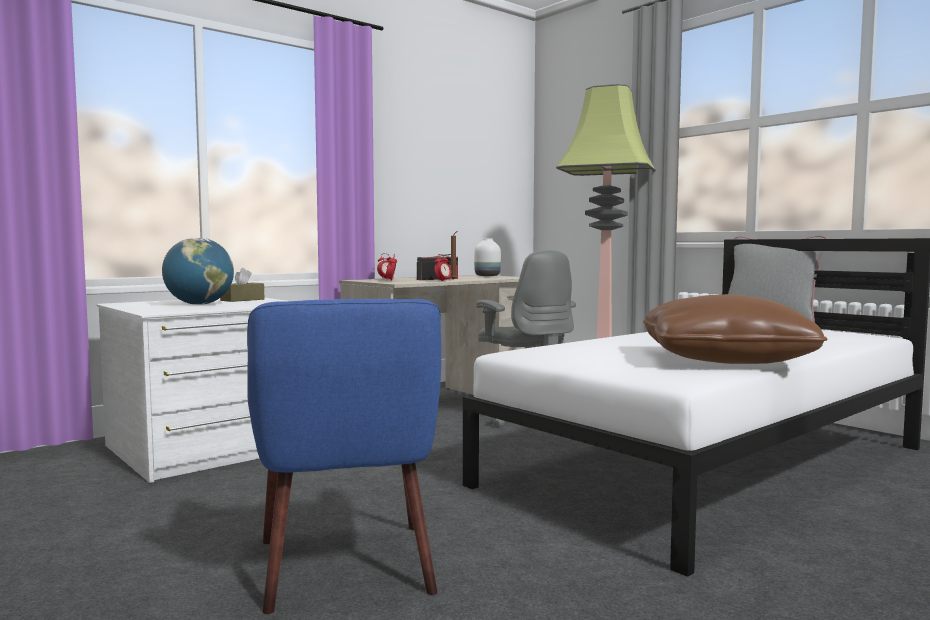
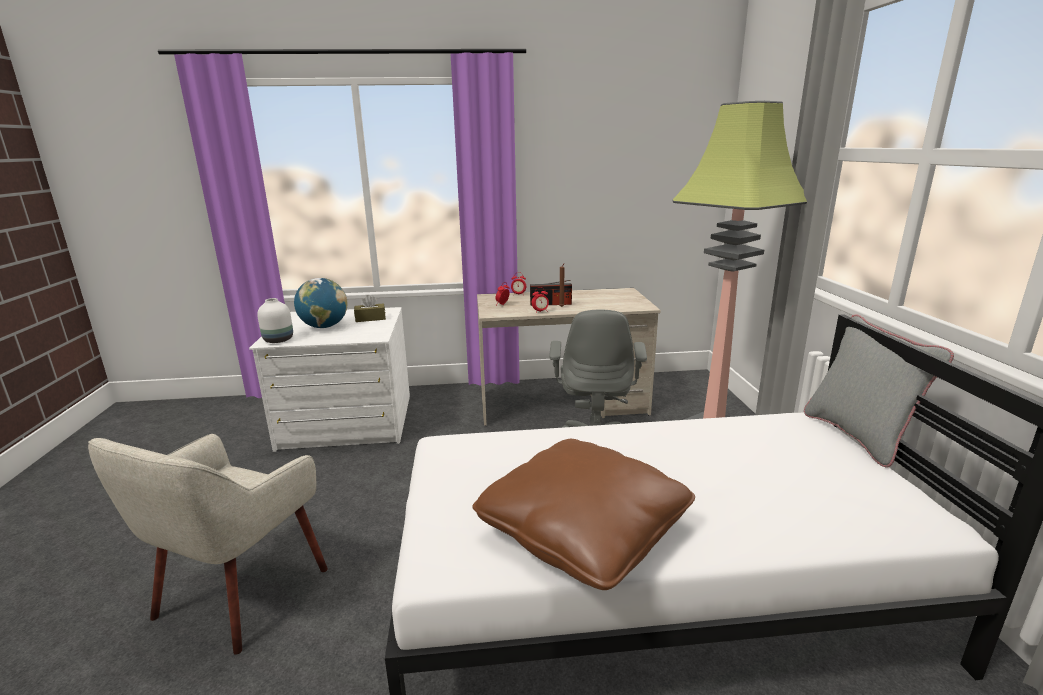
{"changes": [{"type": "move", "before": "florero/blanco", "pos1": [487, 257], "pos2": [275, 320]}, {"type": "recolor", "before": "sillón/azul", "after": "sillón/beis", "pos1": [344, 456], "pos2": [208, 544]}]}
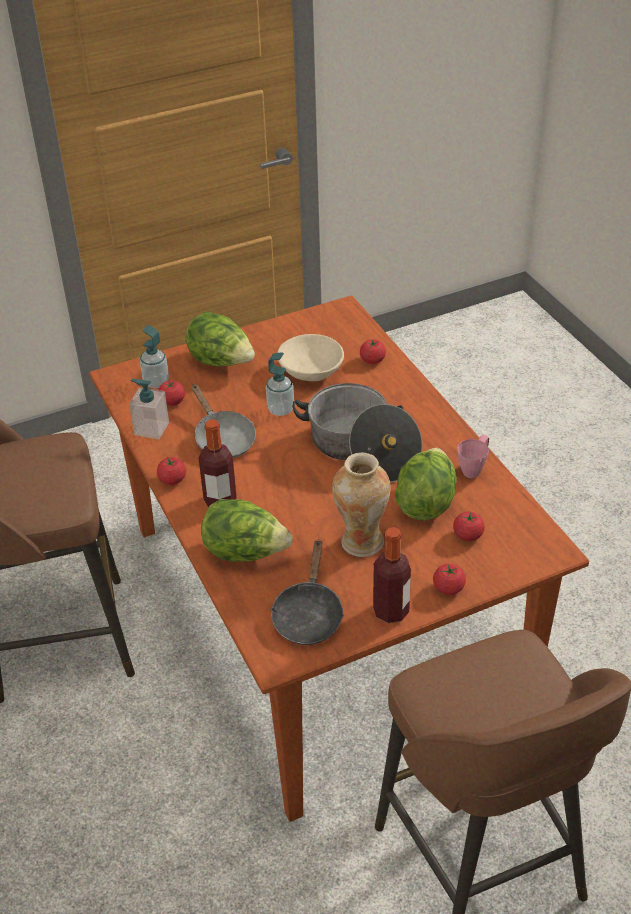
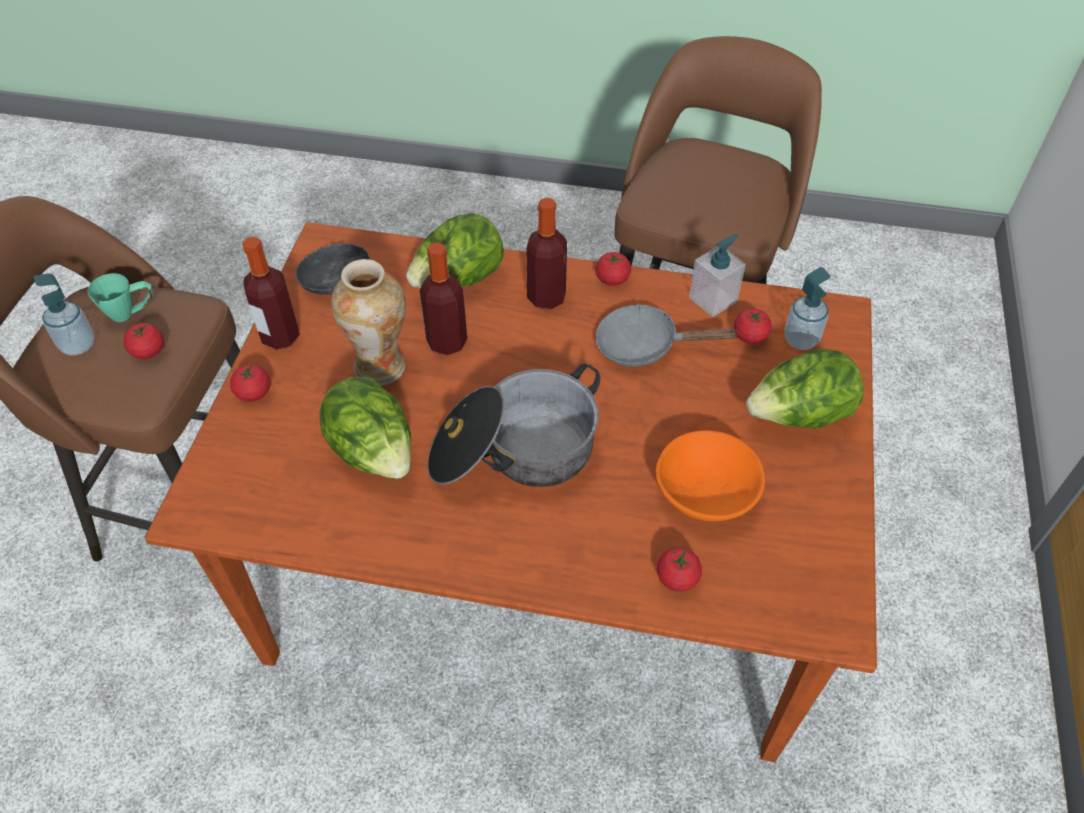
{"changes": [{"type": "delete", "before": "taza grande/rosa", "pos1": [473, 456]}, {"type": "insert", "after": "taza grande/verde", "pos2": [120, 297]}, {"type": "insert", "after": "botella", "pos2": [443, 299]}, {"type": "move", "before": "dispensador de jabón", "pos1": [280, 384], "pos2": [63, 314]}, {"type": "move", "before": "tomate", "pos1": [469, 526], "pos2": [144, 340]}, {"type": "recolor", "before": "cuenco/beis", "after": "cuenco/naranja", "pos1": [310, 357], "pos2": [710, 476]}]}
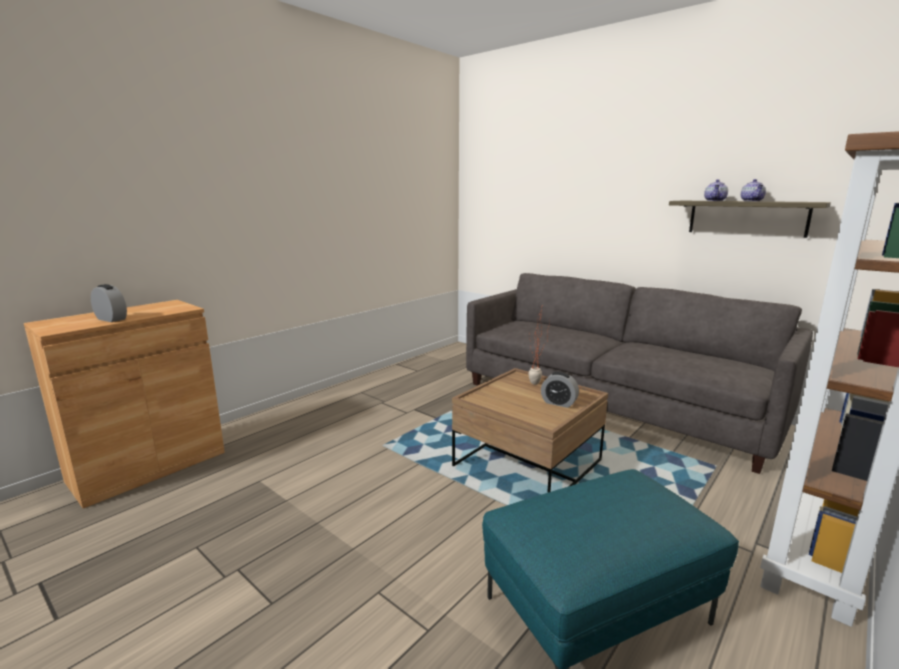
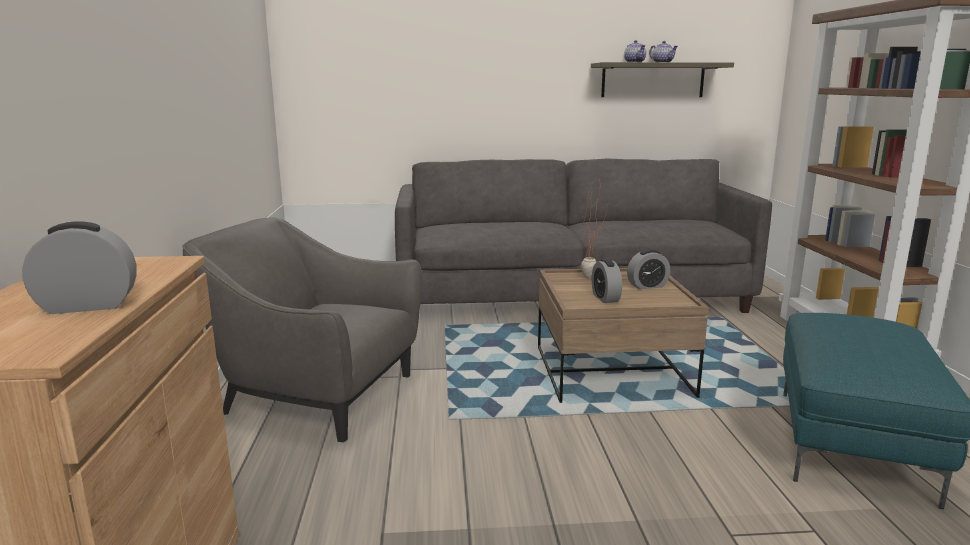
{"changes": [{"type": "insert", "after": "sillón/gris", "pos2": [302, 329]}, {"type": "insert", "after": "despertador", "pos2": [607, 281]}]}
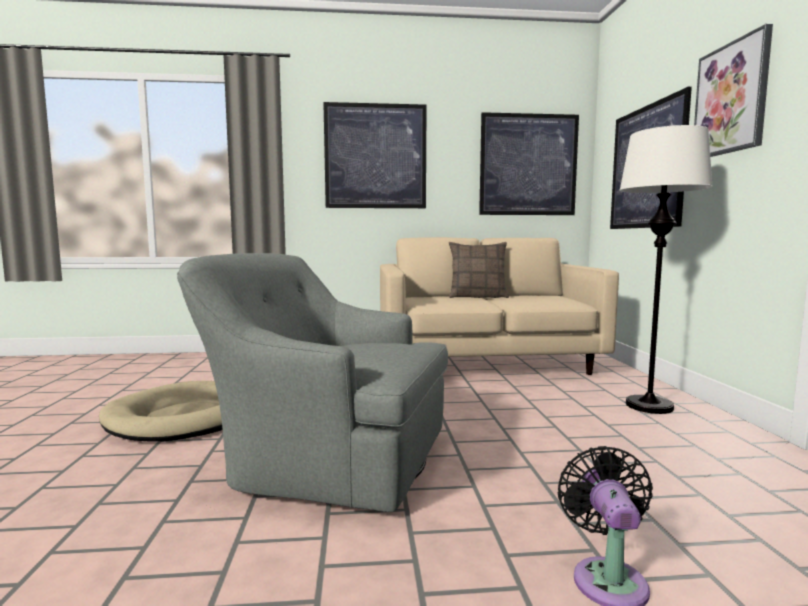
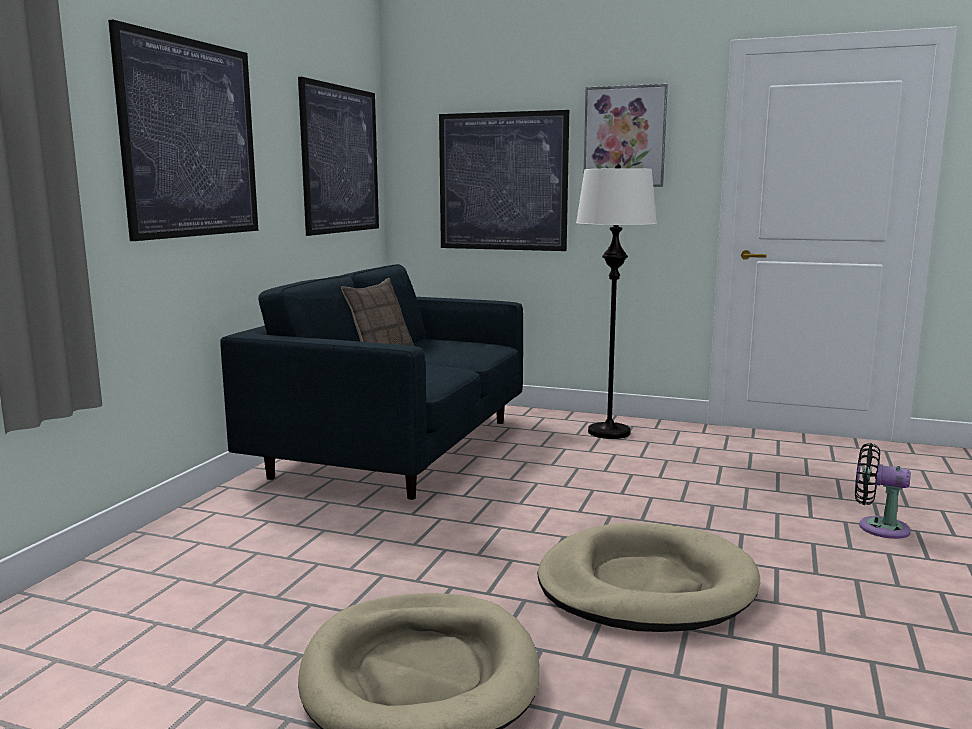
{"changes": [{"type": "replace", "before": "sillón/gris", "after": "cama para perro/beis", "pos1": [312, 382], "pos2": [648, 577]}, {"type": "recolor", "before": "sofá/beis", "after": "sofá/azul", "pos1": [499, 306], "pos2": [371, 382]}]}
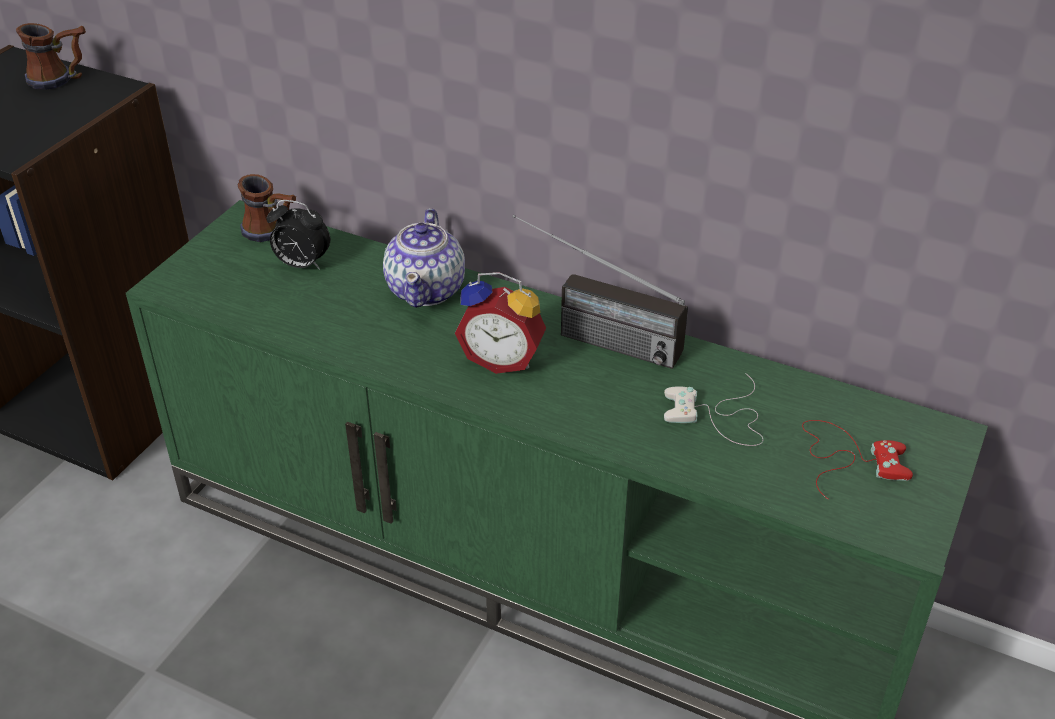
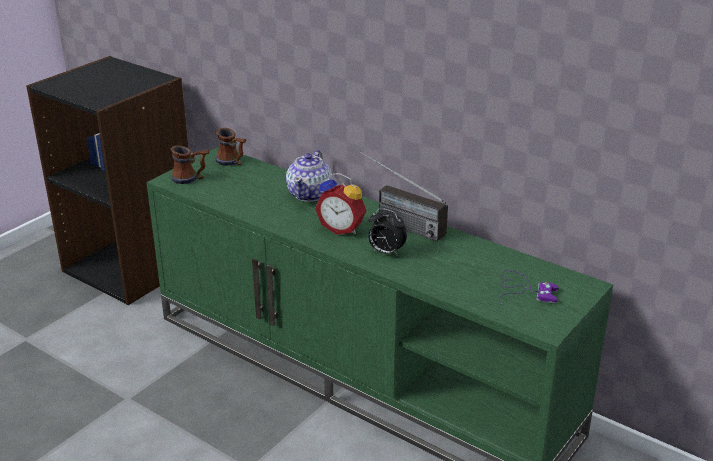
{"changes": [{"type": "delete", "before": "mando de consola/blanco", "pos1": [713, 409]}, {"type": "move", "before": "taza grande", "pos1": [51, 56], "pos2": [190, 164]}, {"type": "move", "before": "despertador", "pos1": [298, 235], "pos2": [387, 232]}, {"type": "recolor", "before": "mando de consola/rojo", "after": "mando de consola/morado", "pos1": [857, 459], "pos2": [529, 288]}]}
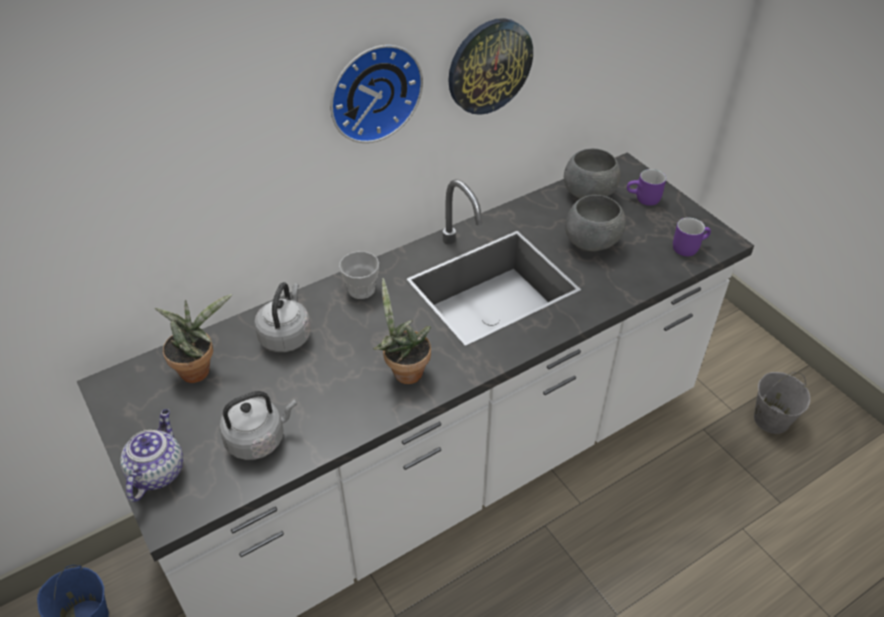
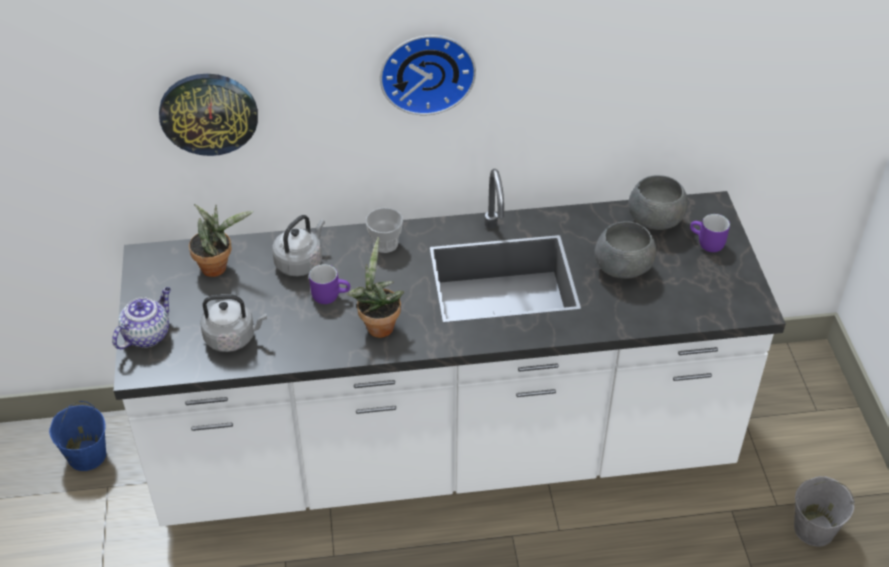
{"changes": [{"type": "move", "before": "reloj de pared", "pos1": [490, 66], "pos2": [208, 115]}, {"type": "move", "before": "taza grande/morado", "pos1": [692, 236], "pos2": [329, 284]}]}
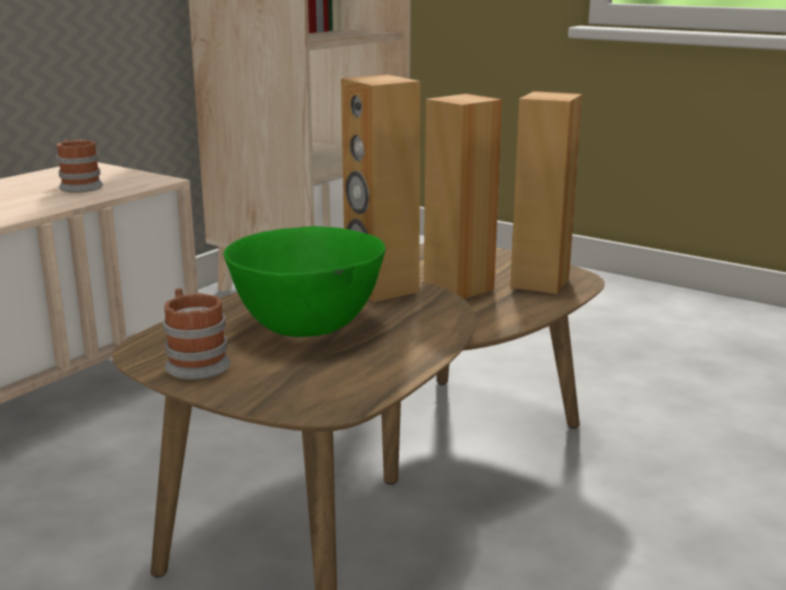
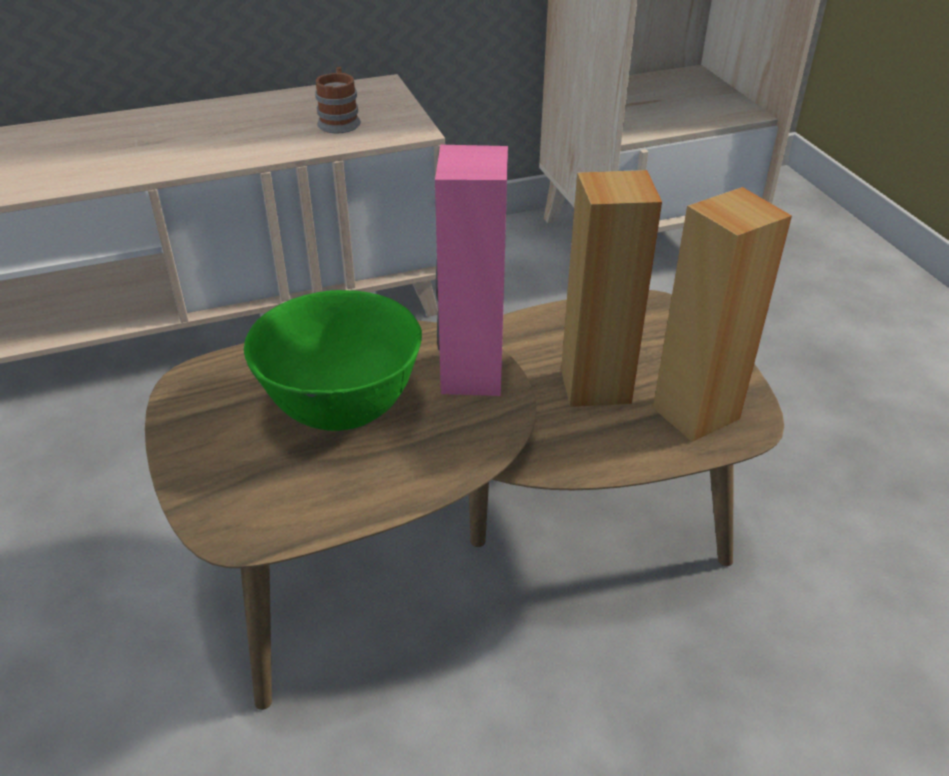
{"changes": [{"type": "delete", "before": "taza grande", "pos1": [197, 334]}, {"type": "recolor", "before": "altavoz/marrón", "after": "altavoz/rosa", "pos1": [380, 188], "pos2": [471, 270]}]}
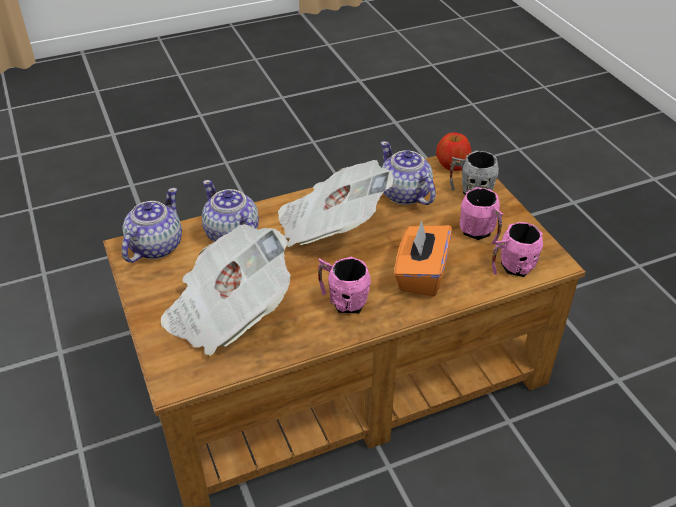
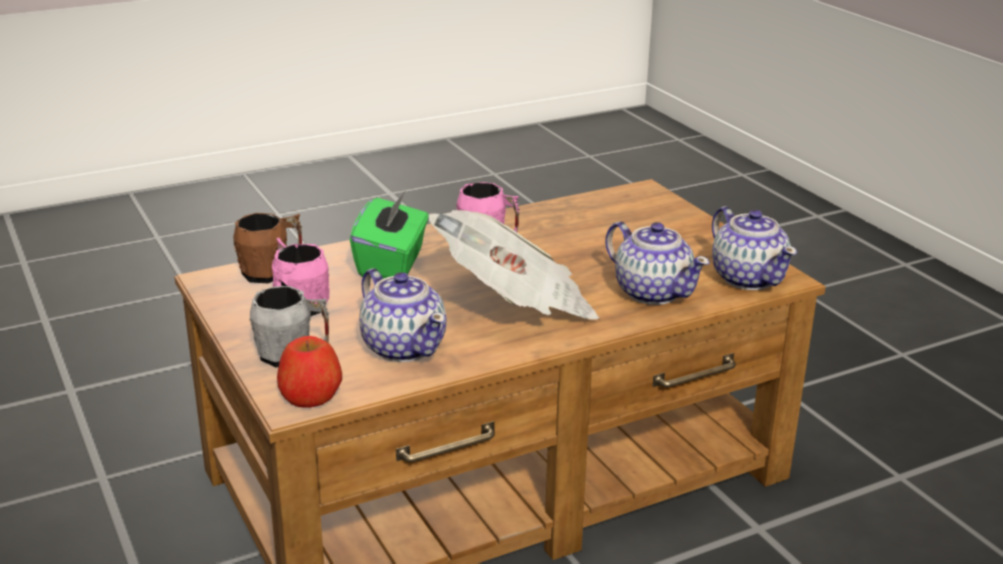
{"changes": [{"type": "delete", "before": "periódico", "pos1": [226, 290]}, {"type": "recolor", "before": "caja de pañuelos/naranja", "after": "caja de pañuelos/verde", "pos1": [423, 258], "pos2": [389, 234]}, {"type": "recolor", "before": "taza grande/rosa", "after": "taza grande/marrón", "pos1": [517, 249], "pos2": [267, 248]}, {"type": "rotate", "before": "tetera", "pos1": [152, 225], "pos2": [754, 248], "turn": -45}]}
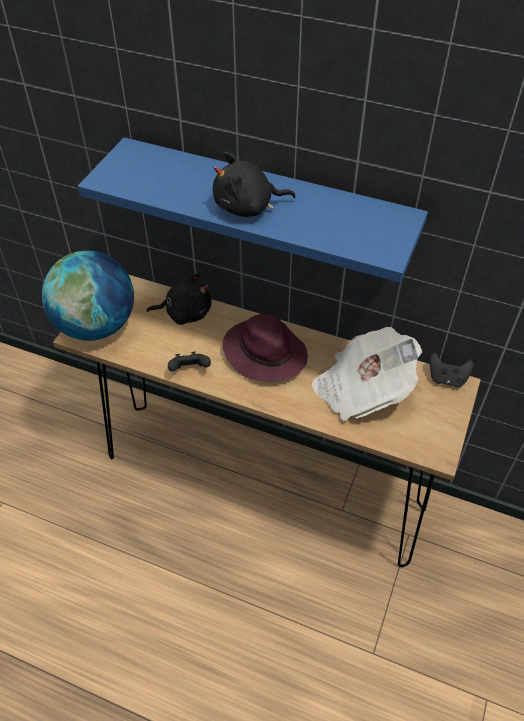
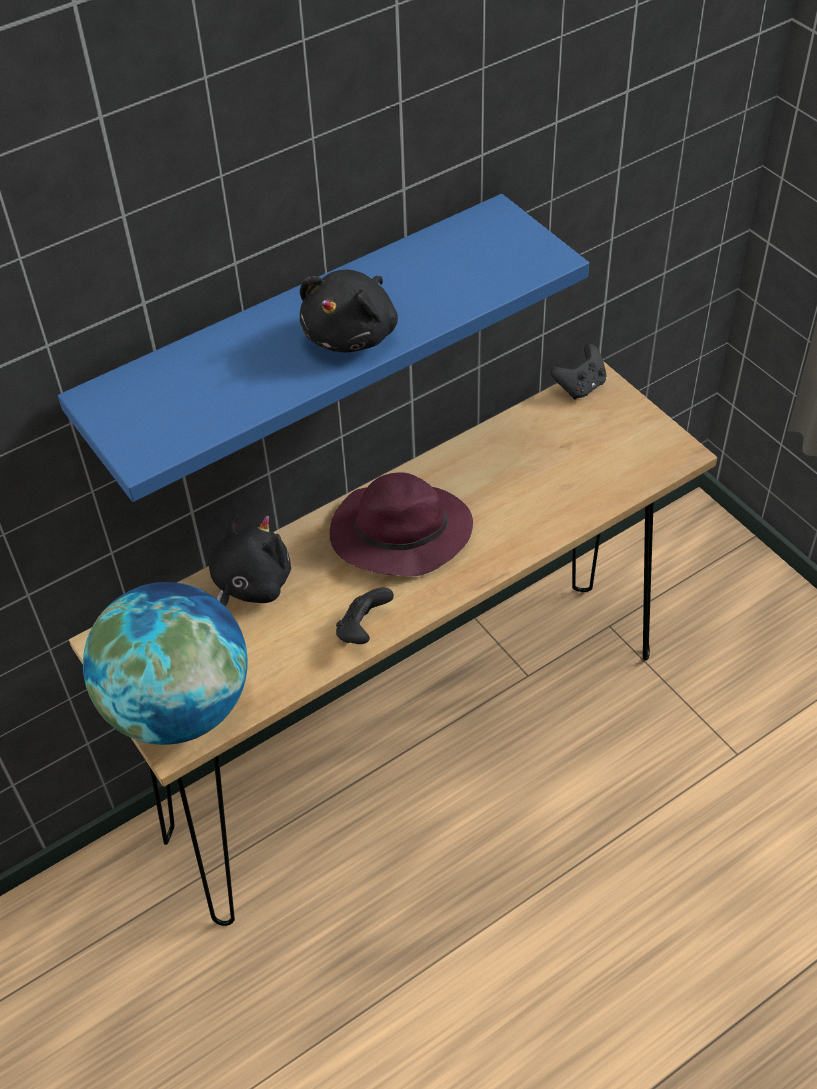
{"changes": [{"type": "delete", "before": "periódico", "pos1": [367, 374]}]}
